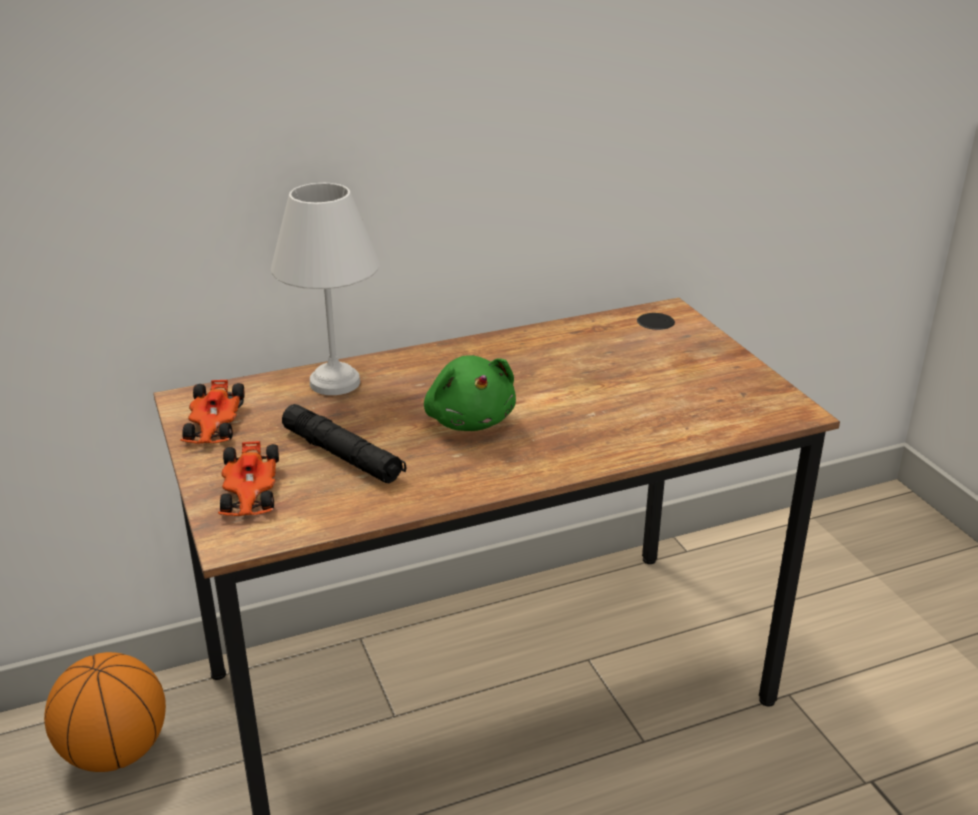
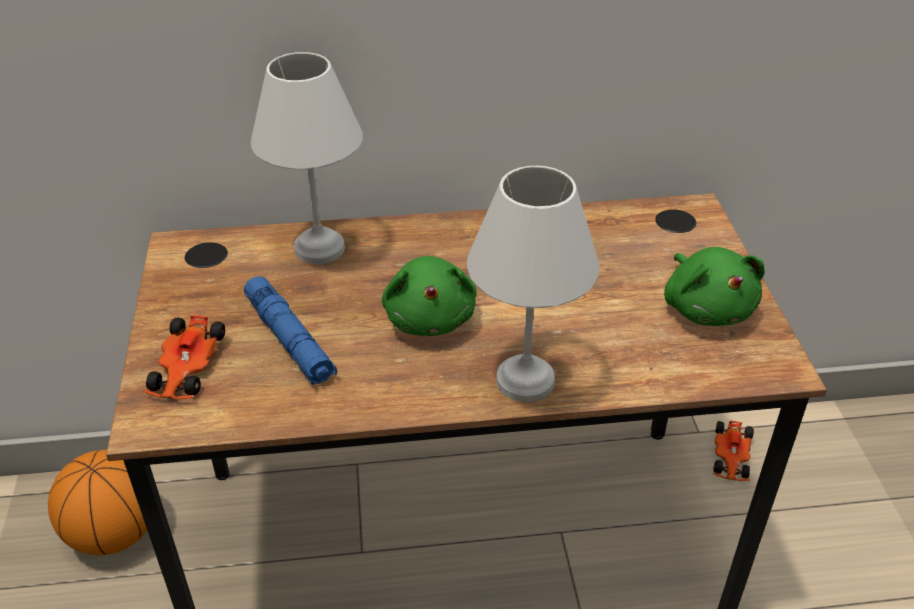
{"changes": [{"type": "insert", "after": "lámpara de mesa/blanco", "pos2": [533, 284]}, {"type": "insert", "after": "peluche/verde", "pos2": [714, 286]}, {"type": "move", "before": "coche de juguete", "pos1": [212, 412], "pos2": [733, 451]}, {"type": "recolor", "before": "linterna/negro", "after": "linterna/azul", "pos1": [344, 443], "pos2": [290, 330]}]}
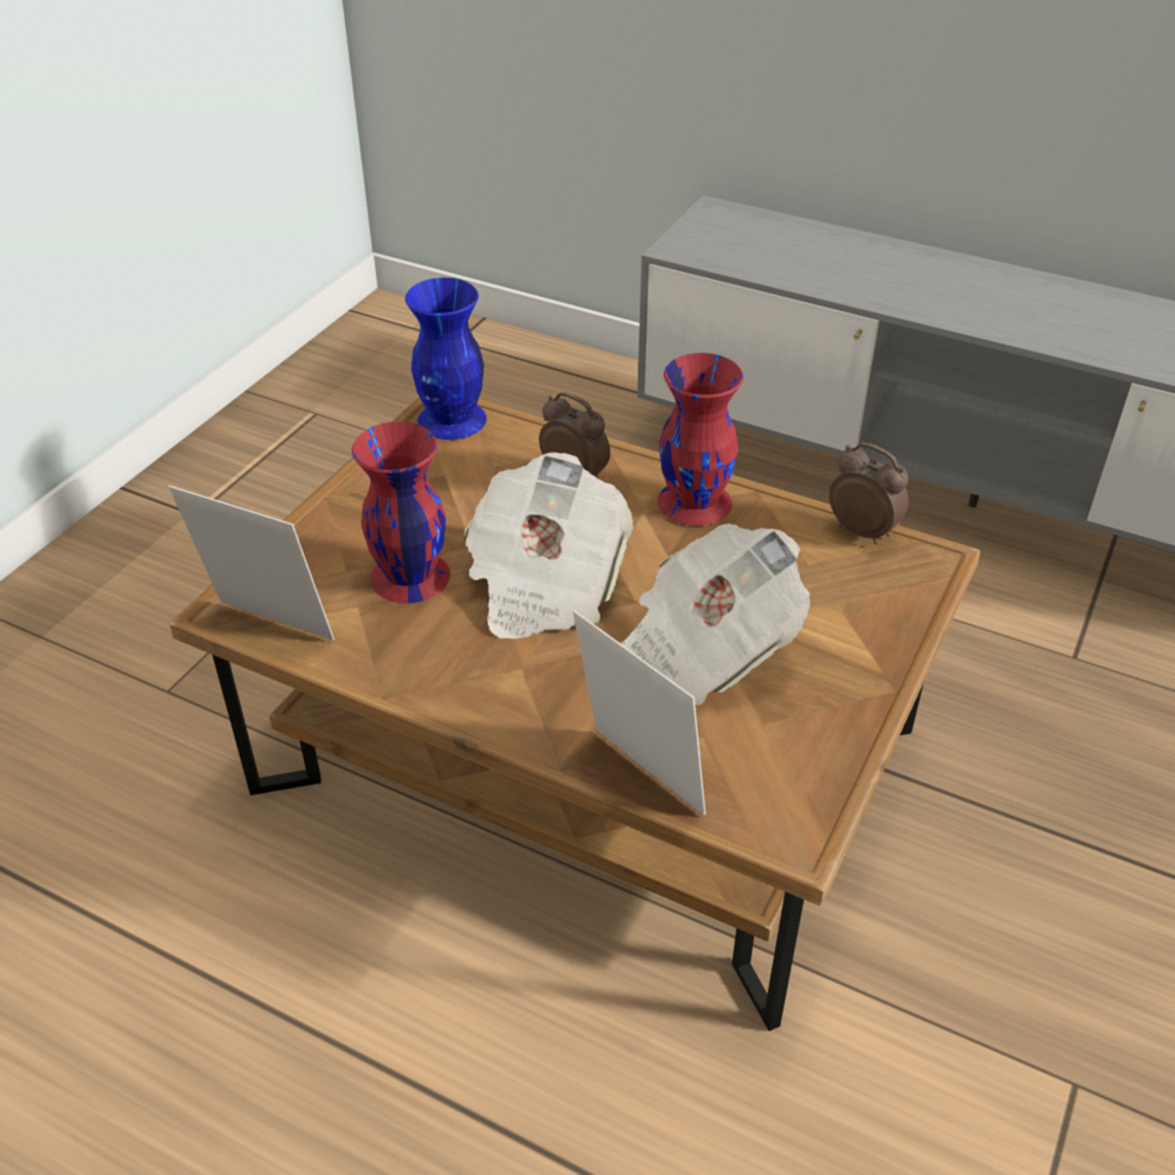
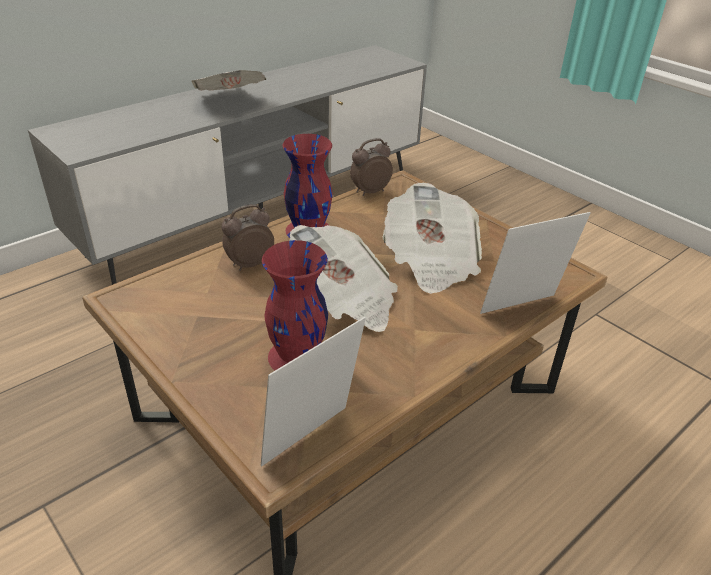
{"changes": [{"type": "delete", "before": "florero/azul", "pos1": [446, 359]}, {"type": "insert", "after": "periódico", "pos2": [228, 80]}]}
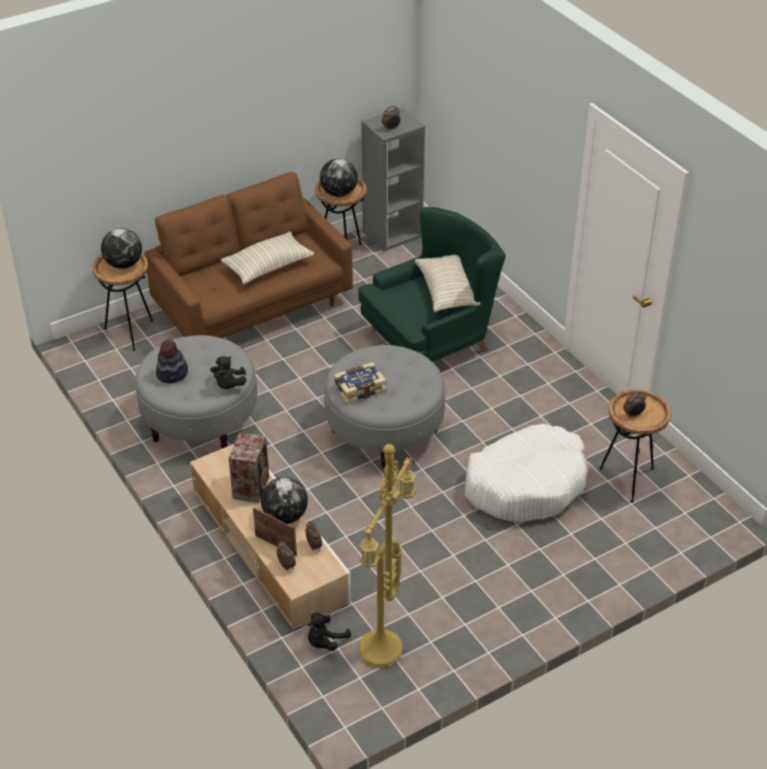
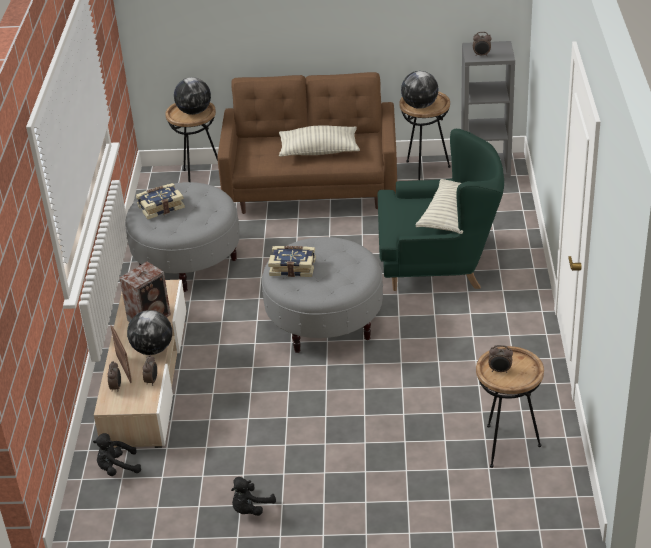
{"changes": [{"type": "delete", "before": "lámpara de pie/amarillo", "pos1": [388, 556]}, {"type": "delete", "before": "cama para perro/blanco", "pos1": [526, 473]}, {"type": "move", "before": "peluche/negro", "pos1": [228, 372], "pos2": [253, 496]}, {"type": "replace", "before": "sombrero", "after": "libro", "pos1": [172, 361], "pos2": [160, 201]}]}
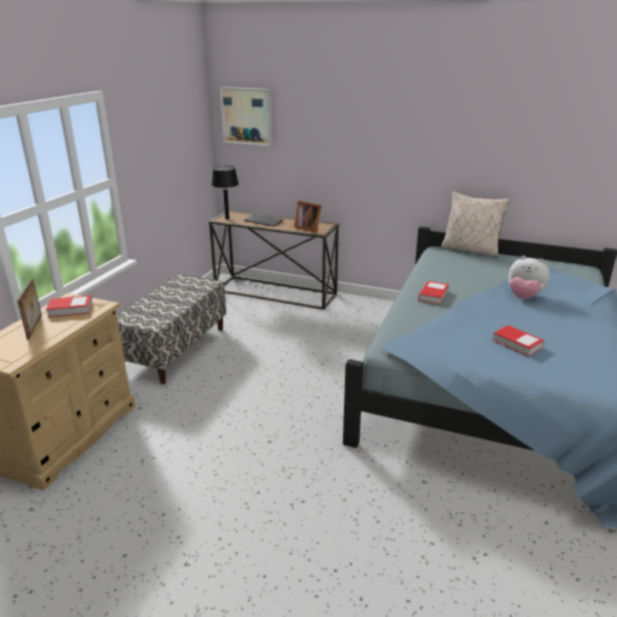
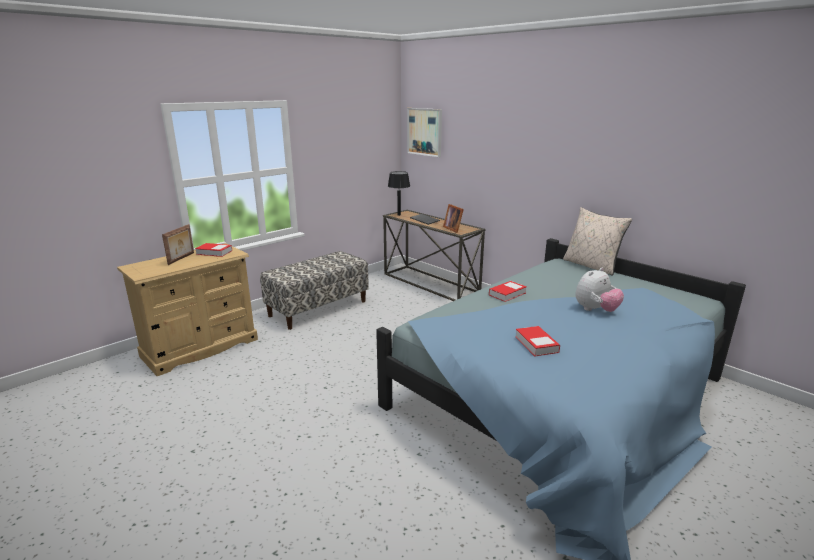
{"changes": [{"type": "rotate", "before": "peluche", "pos1": [529, 277], "pos2": [599, 290], "turn": -90}]}
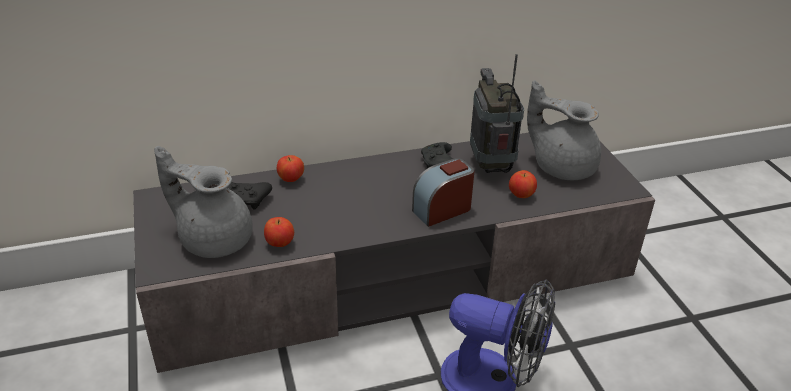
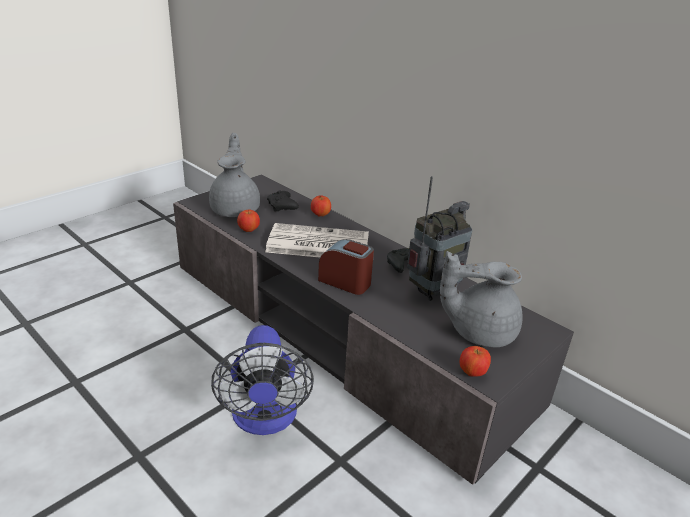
{"changes": [{"type": "insert", "after": "periódico", "pos2": [317, 240]}, {"type": "move", "before": "manzana", "pos1": [523, 184], "pos2": [475, 361]}, {"type": "rotate", "before": "tetera/gris", "pos1": [564, 130], "pos2": [481, 299], "turn": -90}]}
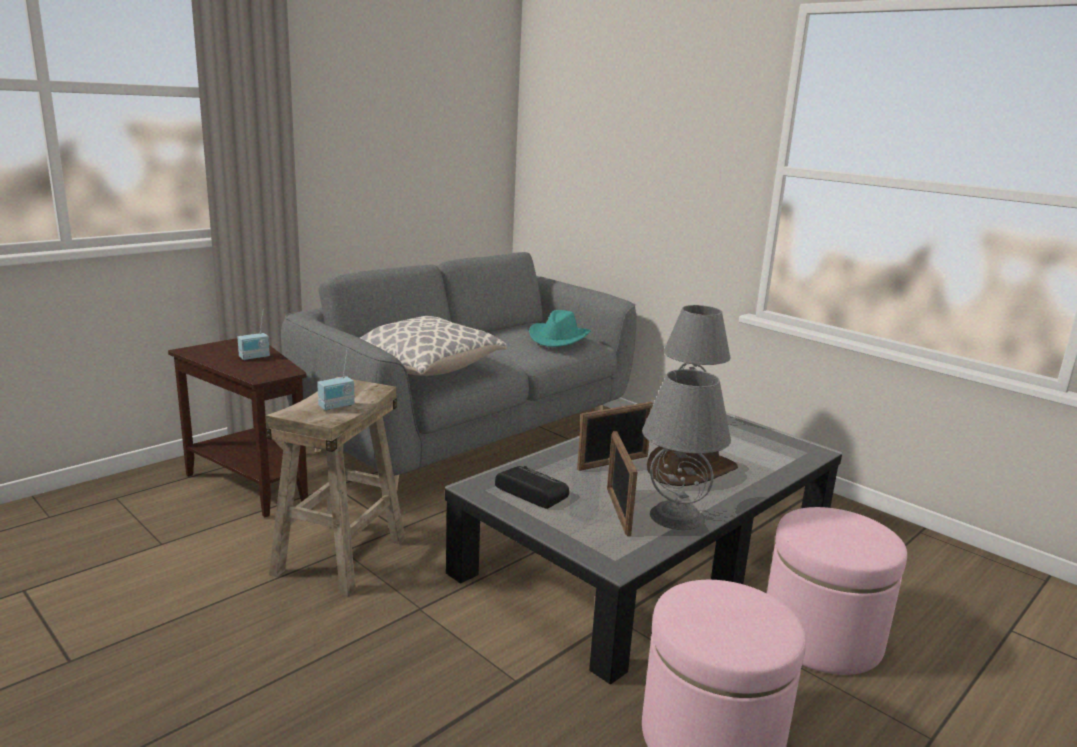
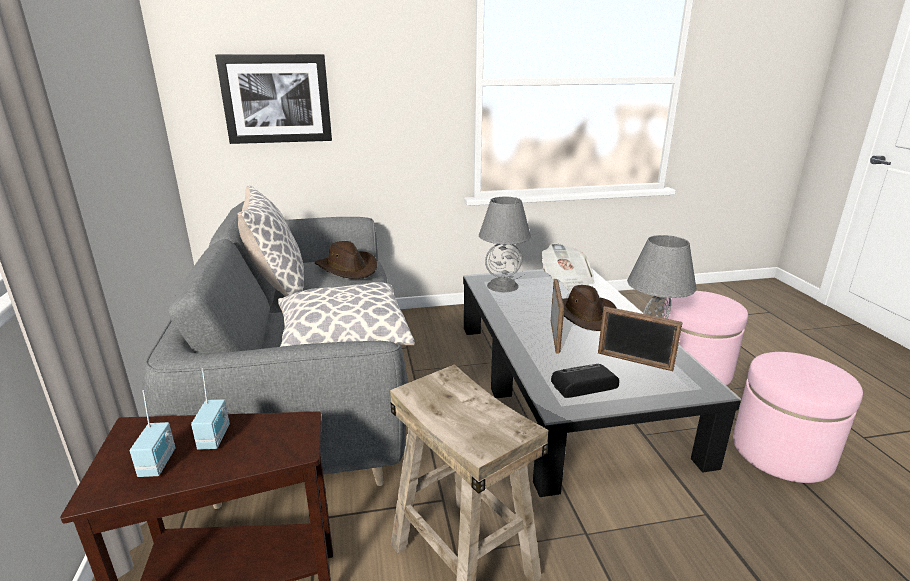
{"changes": [{"type": "insert", "after": "cuadro", "pos2": [273, 99]}, {"type": "insert", "after": "cojín", "pos2": [271, 241]}, {"type": "insert", "after": "periódico", "pos2": [567, 267]}, {"type": "move", "before": "radio", "pos1": [336, 379], "pos2": [152, 433]}, {"type": "recolor", "before": "sombrero/turquesa", "after": "sombrero/marrón", "pos1": [560, 328], "pos2": [346, 260]}]}
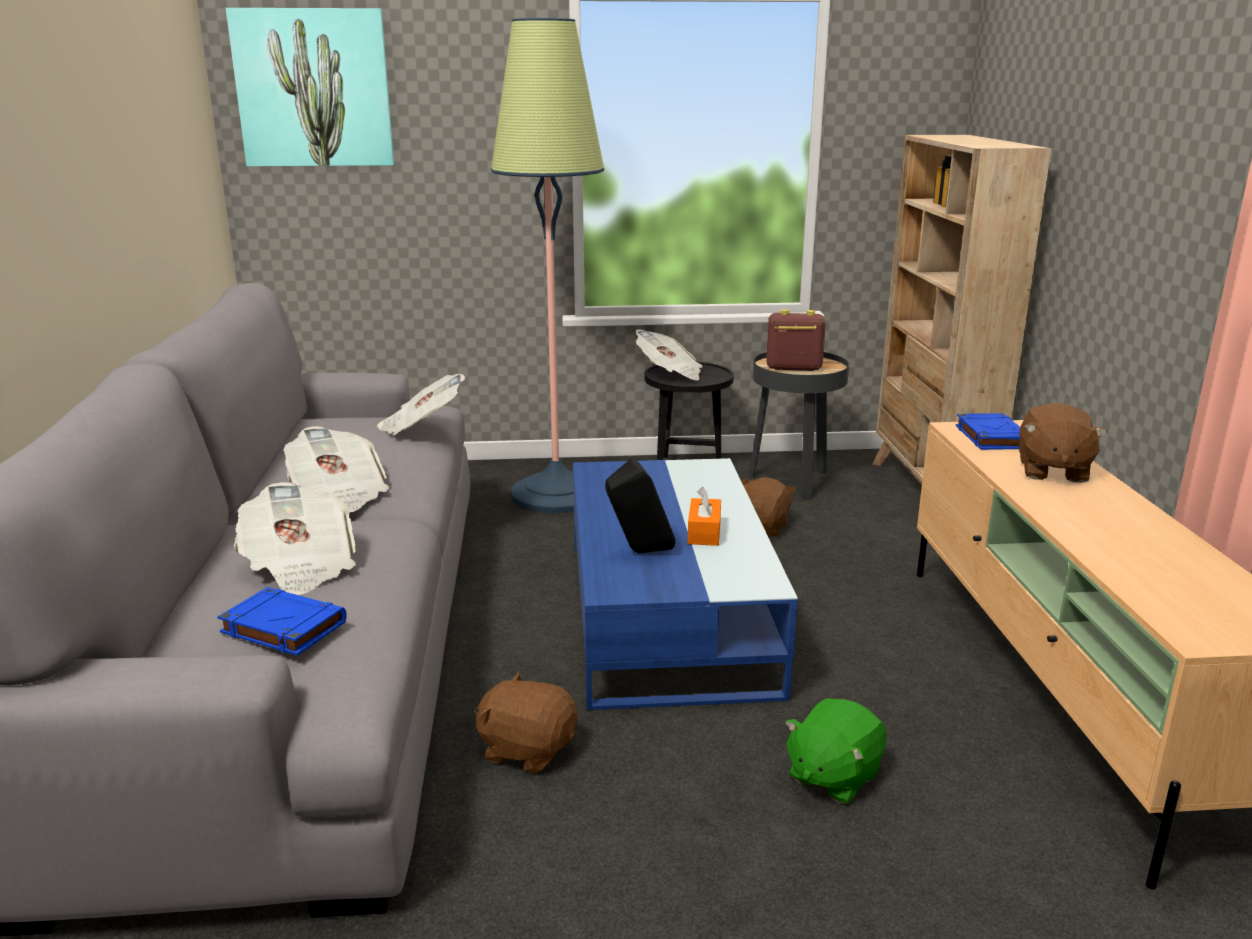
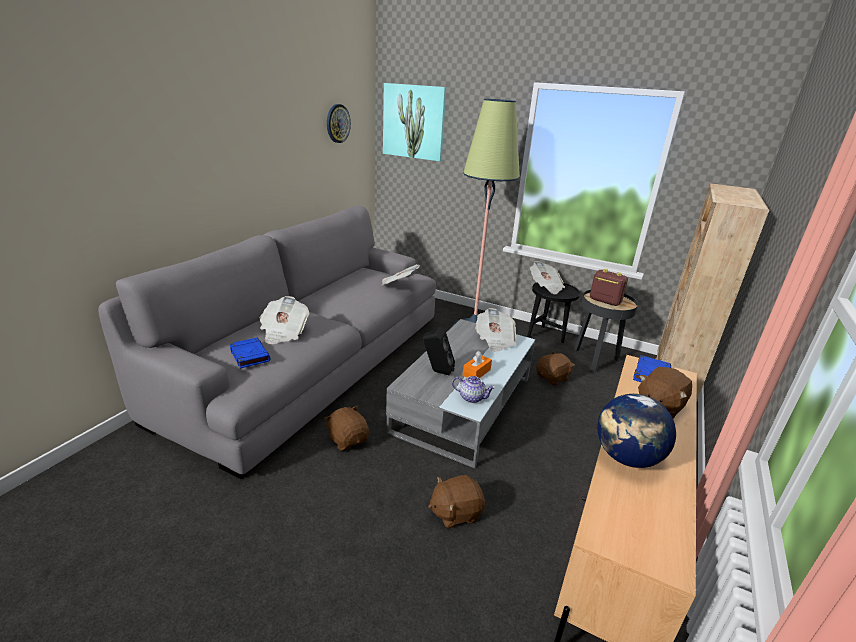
{"changes": [{"type": "insert", "after": "reloj de pared", "pos2": [339, 123]}, {"type": "insert", "after": "tetera", "pos2": [473, 389]}, {"type": "insert", "after": "globo terráqueo", "pos2": [636, 431]}, {"type": "move", "before": "periódico", "pos1": [336, 469], "pos2": [495, 330]}, {"type": "recolor", "before": "mesa de centro/azul", "after": "mesa de centro/gris", "pos1": [685, 584], "pos2": [460, 393]}, {"type": "recolor", "before": "peluche/verde", "after": "peluche/marrón", "pos1": [836, 751], "pos2": [456, 502]}]}
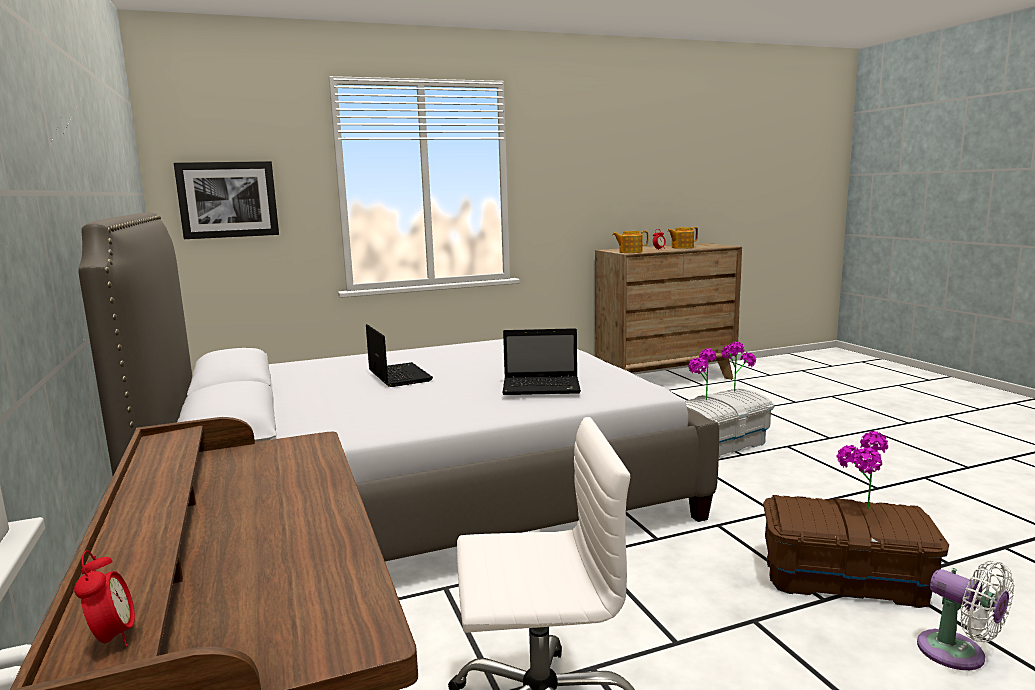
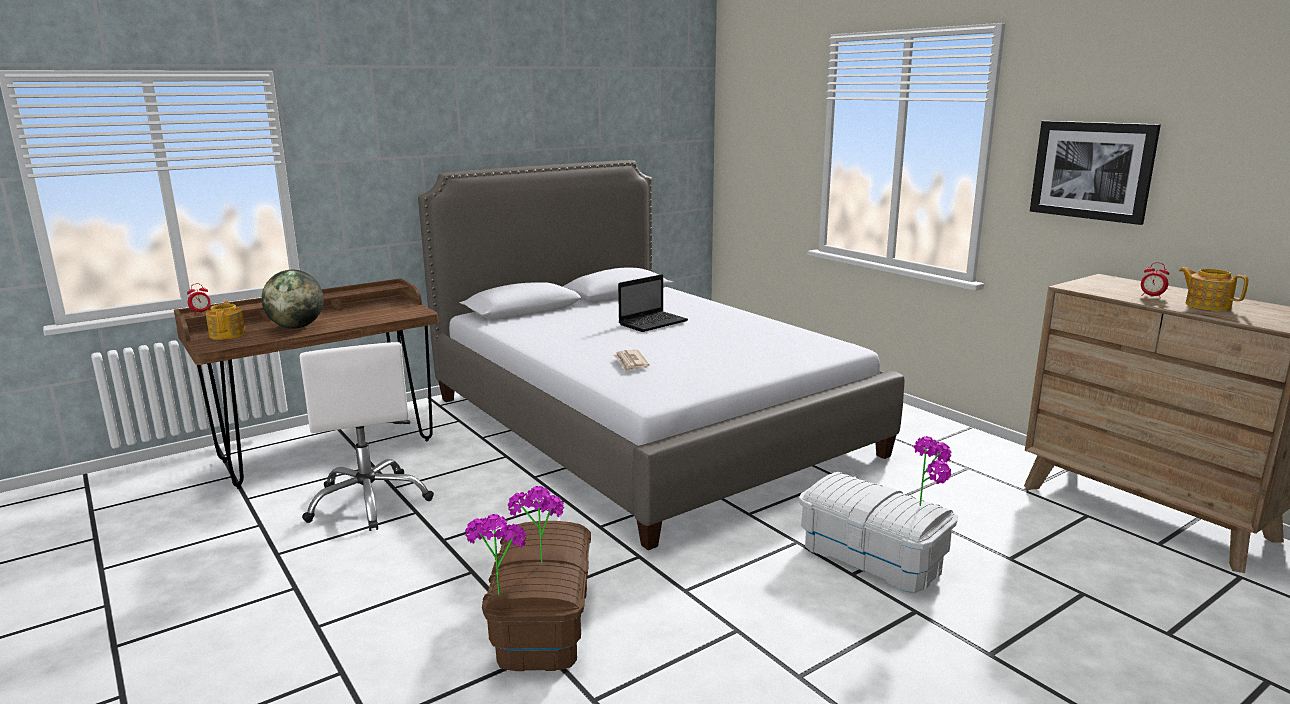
{"changes": [{"type": "delete", "before": "ventilador/blanco", "pos1": [965, 615]}, {"type": "insert", "after": "globo terráqueo", "pos2": [293, 299]}, {"type": "move", "before": "cuadro", "pos1": [226, 200], "pos2": [1095, 173]}, {"type": "move", "before": "tetera", "pos1": [630, 242], "pos2": [226, 320]}, {"type": "move", "before": "planta en maceta", "pos1": [702, 374], "pos2": [496, 555]}, {"type": "replace", "before": "portátil", "after": "periódico", "pos1": [542, 361], "pos2": [631, 360]}]}
